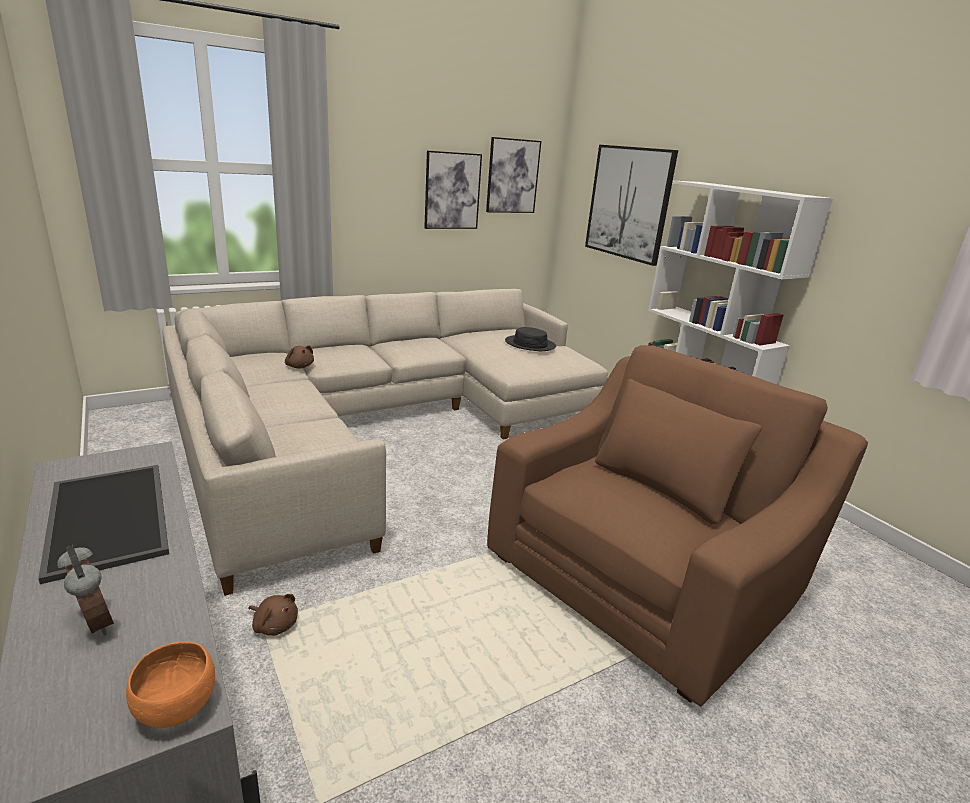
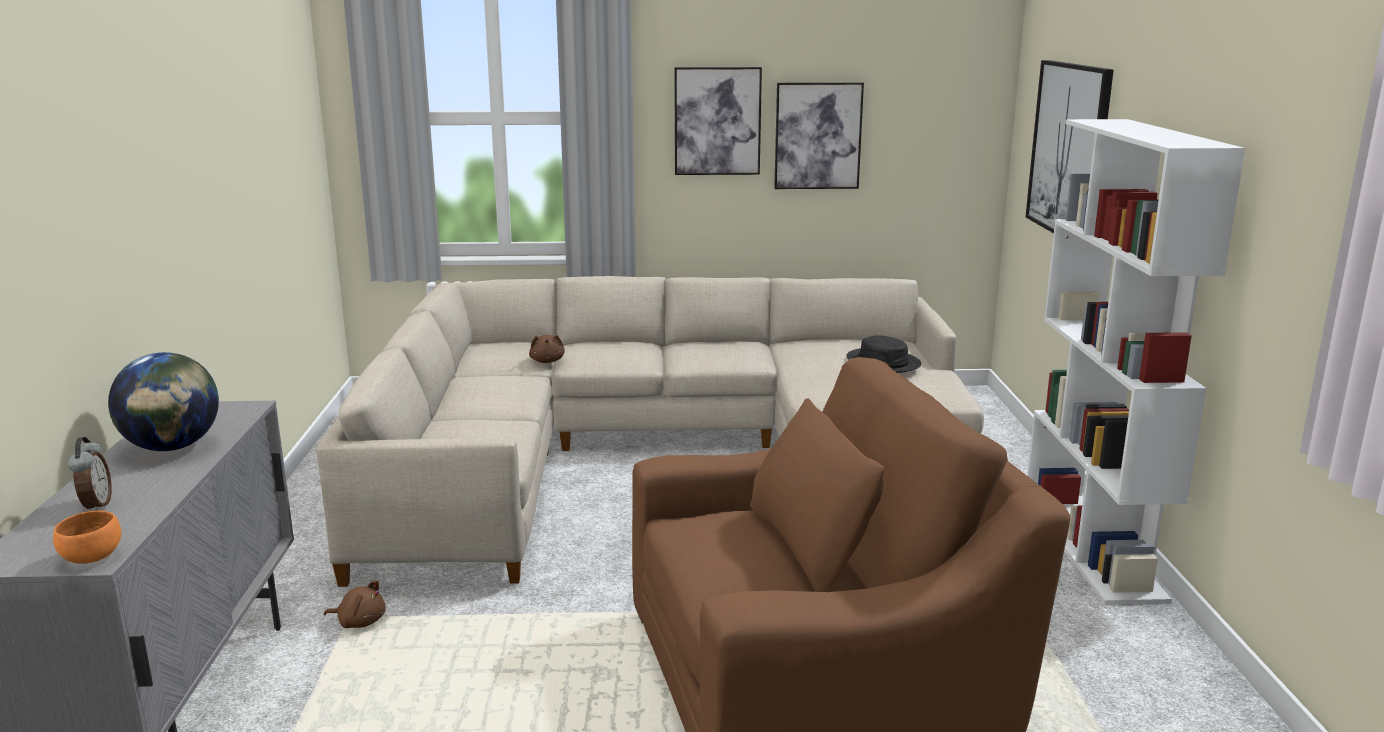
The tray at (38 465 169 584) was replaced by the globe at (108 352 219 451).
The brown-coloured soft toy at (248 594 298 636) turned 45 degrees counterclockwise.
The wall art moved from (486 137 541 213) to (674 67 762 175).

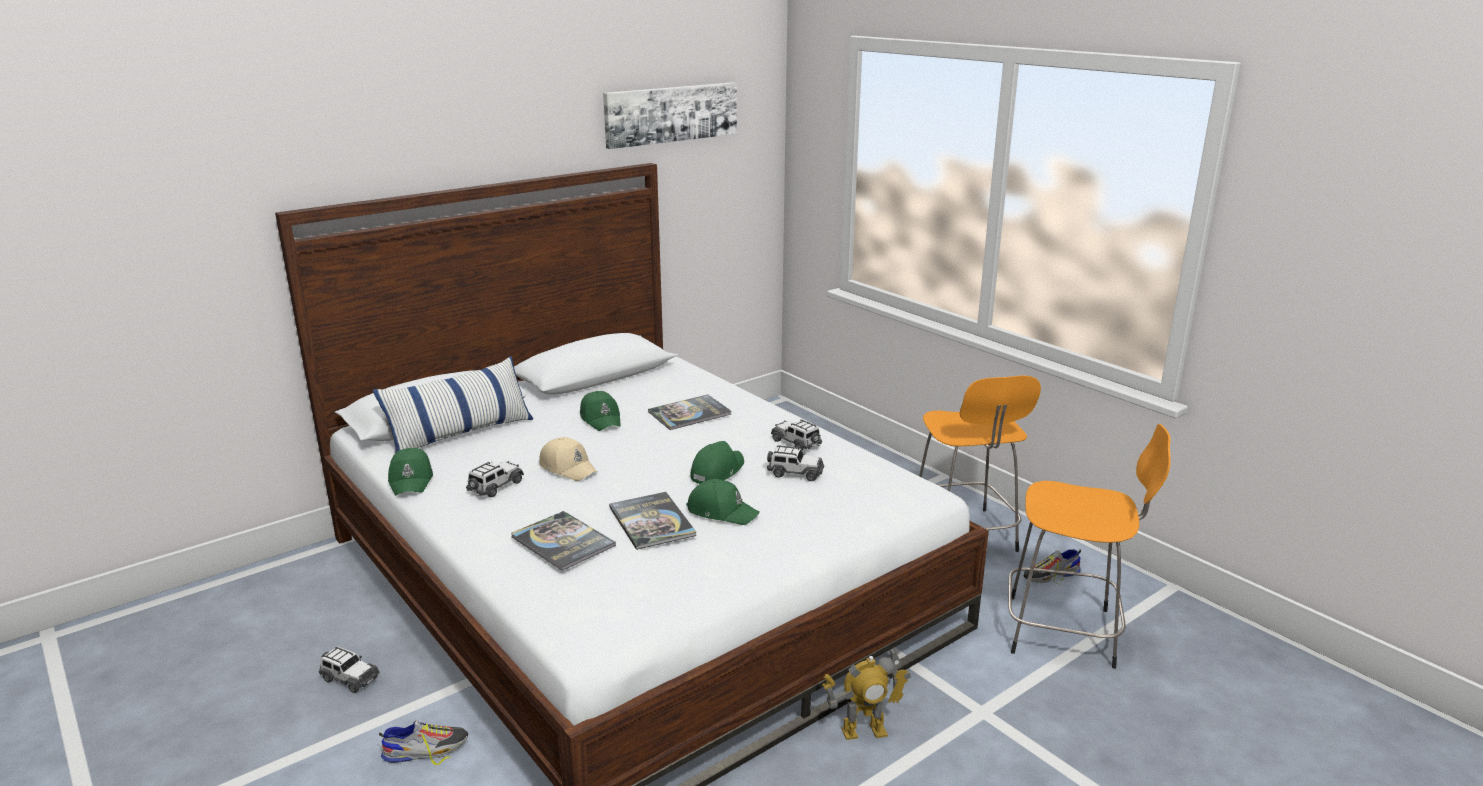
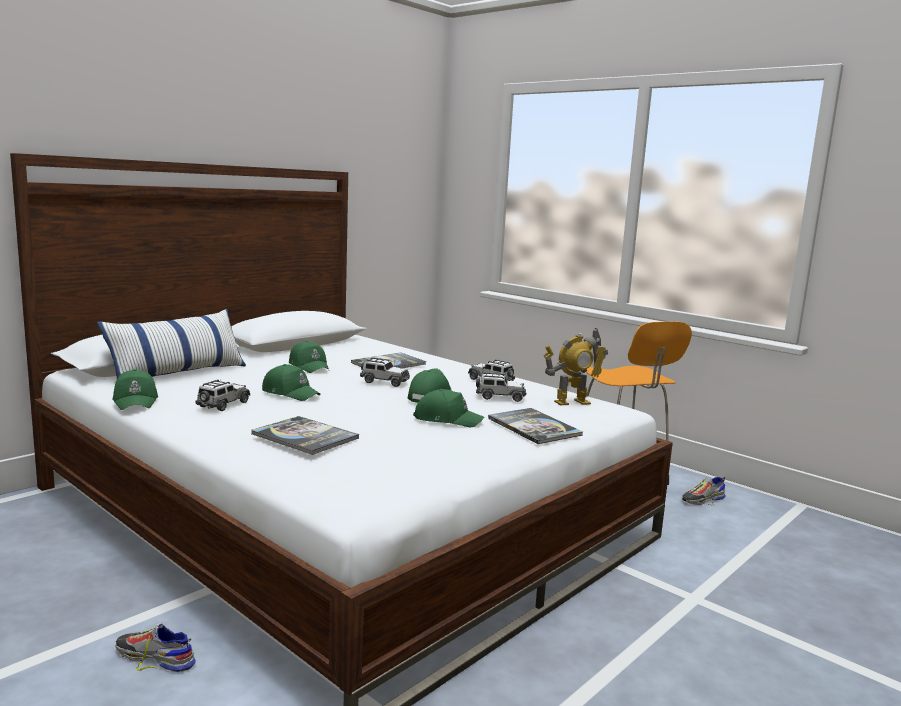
The low shoe at (379 720 468 765) turned 135 degrees counterclockwise.
The sand-coloured cap at (539 437 597 481) became the green cap at (262 364 320 401).
The model car moved from (319 647 380 693) to (360 357 410 387).
The bound book moved from (609 492 697 550) to (488 408 583 444).
The toy robot moved from (822 648 911 740) to (543 328 608 405).
The wall art at (603 82 737 149) disappeared.
The orange-coloured sitting stool at (1008 424 1171 669) disappeared.

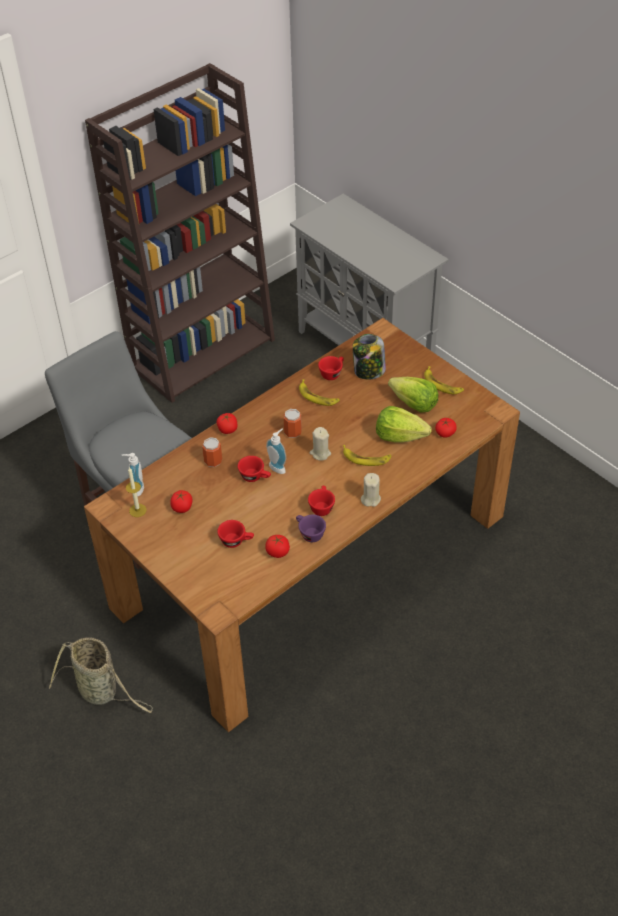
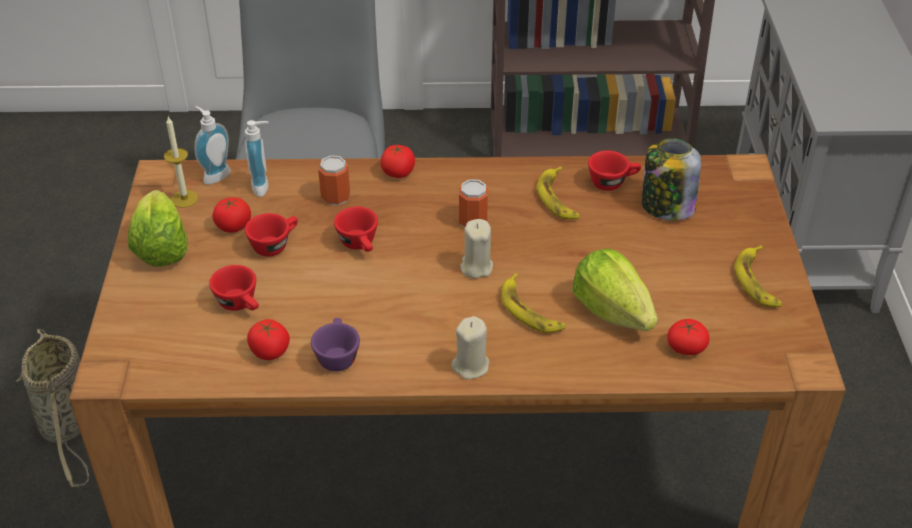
The head of lettuce moved from (388 377 438 413) to (128 190 188 267).
The soap dispenser moved from (266 429 286 474) to (245 120 269 197).
The red-coloured small cup moved from (308 486 335 516) to (245 213 298 257).

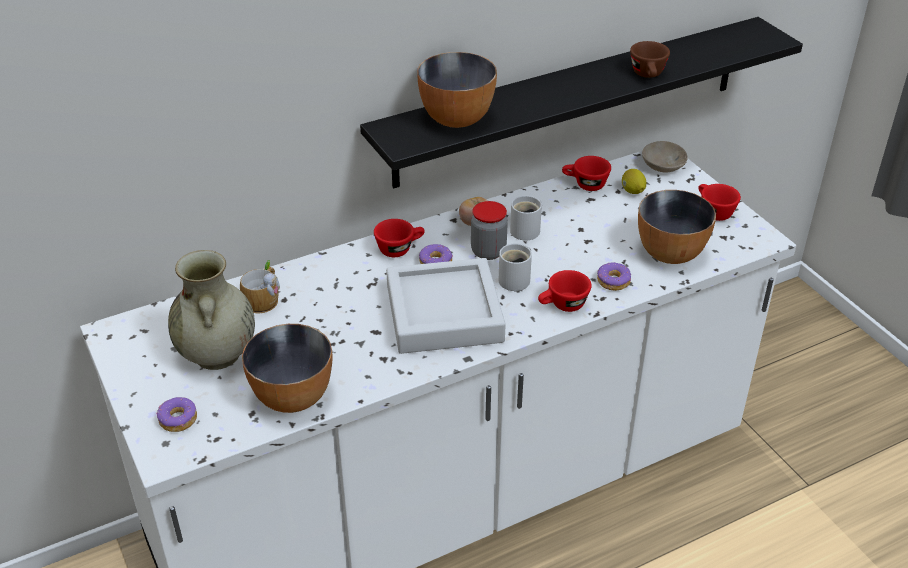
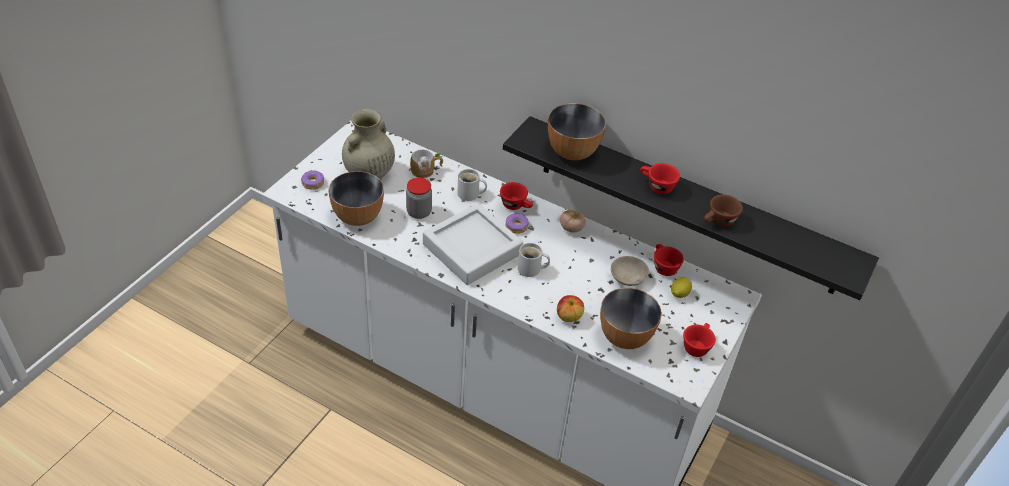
The jar moved from (471 201 508 260) to (406 178 432 219).
The white coffee mug moved from (510 196 542 241) to (457 169 487 201).
The ring doughnut at (597 263 632 291) was replaced by the whole apple at (557 295 584 322).
The sand-coloured serving bowl moved from (642 141 688 172) to (611 256 649 286).
The red-coloured small cup moved from (538 270 592 312) to (640 163 680 194).

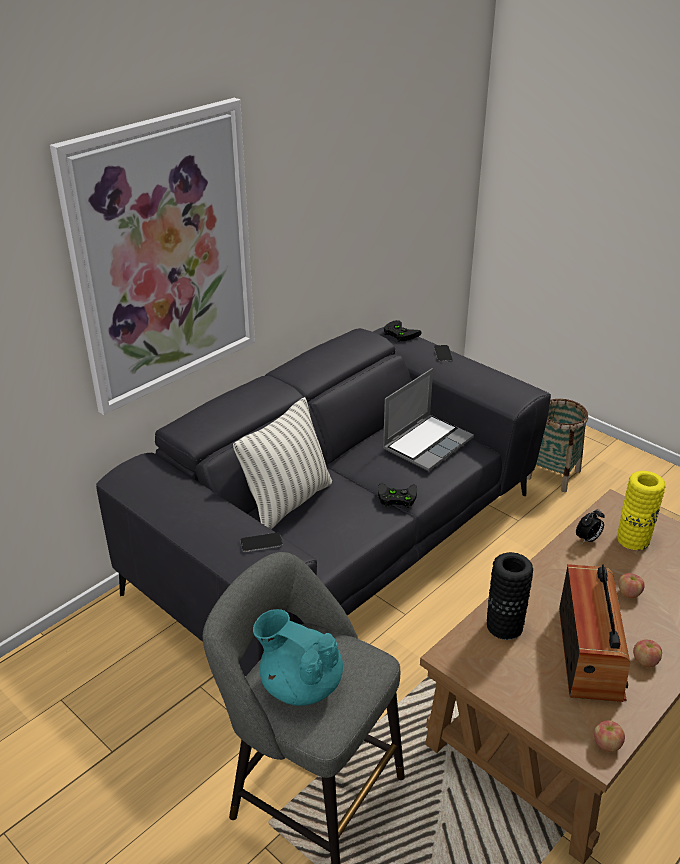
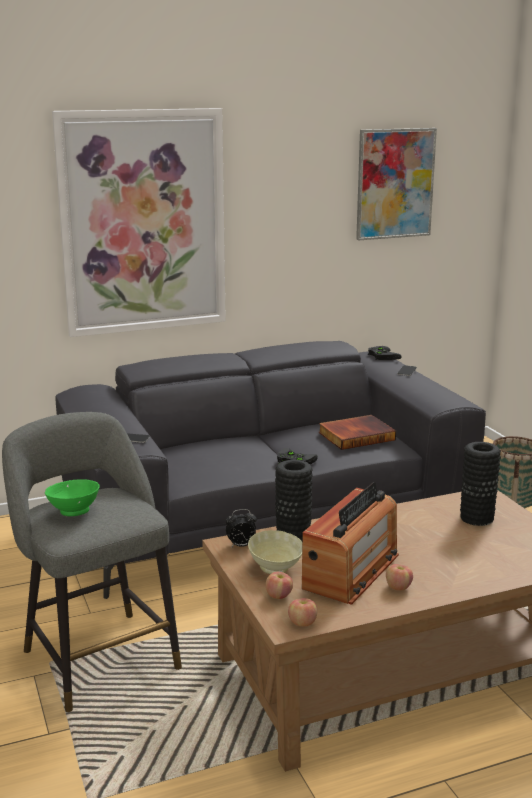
The turquoise-coloured pot for tea at (253 609 343 706) was replaced by the green serving bowl at (45 479 100 516).
The table clock moved from (576 509 605 543) to (226 509 257 547).
The sand-coloured serving bowl at (248 530 302 574) appeared.
The whole apple moved from (618 573 645 598) to (266 572 293 599).
The portable computer at (383 368 474 471) was replaced by the bound book at (319 415 396 450).
The wall art at (356 128 437 241) appeared.
The yellowish flower vase at (617 471 666 550) became the black flower vase at (460 442 501 526).
The cushion at (233 397 332 529) disappeared.

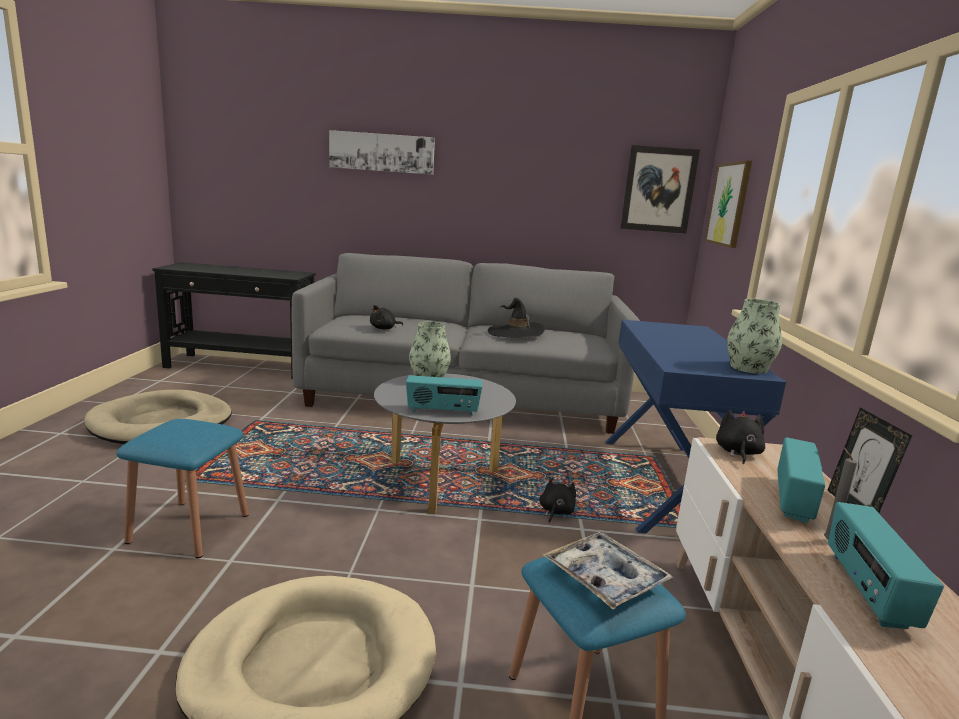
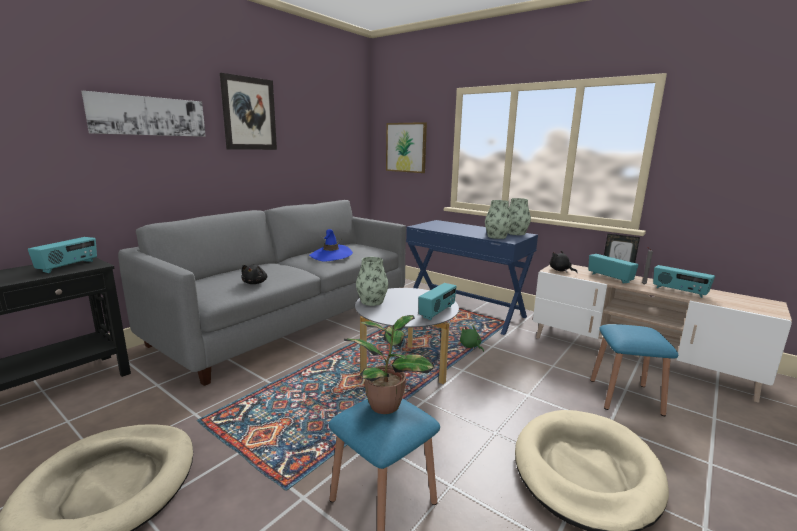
The radio at (28 237 97 273) appeared.
The wall art moved from (620 145 700 234) to (220 73 277 150).
The black clothing hat at (488 298 545 338) became the bluish clothing hat at (309 229 353 262).
The potted plant at (344 315 434 414) appeared.
The black soft toy at (539 477 576 523) became the green soft toy at (460 326 484 352).
The flower vase at (485 200 512 239) appeared.
The tray at (542 532 674 609) disappeared.

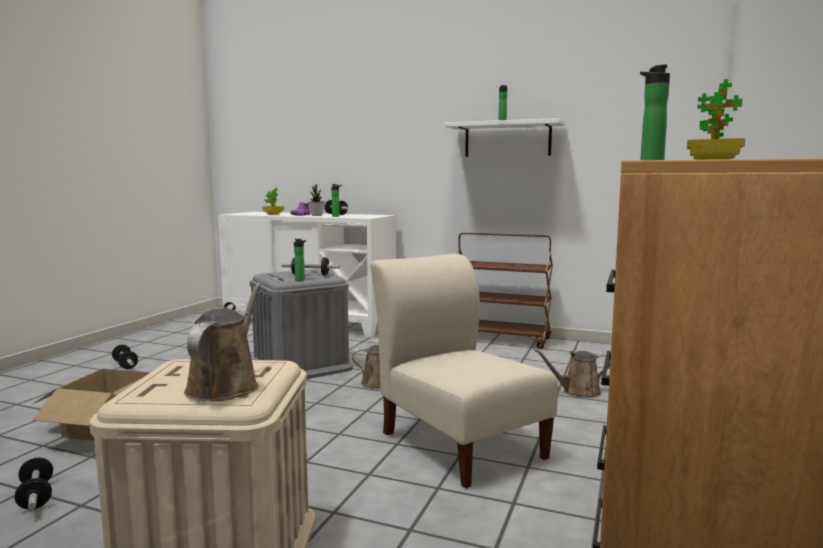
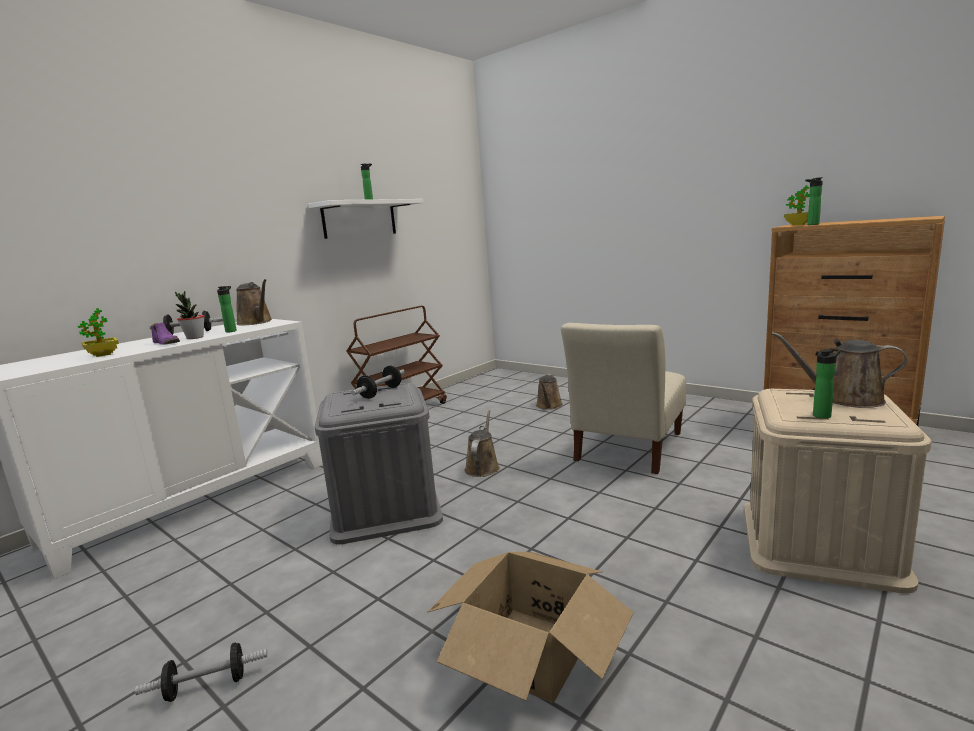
The brown-coloured watering can at (236 279 272 325) appeared.
The sand-coloured plain chair at (370 254 558 488) turned 45 degrees counterclockwise.
The drink bottle moved from (294 239 306 281) to (813 348 841 419).
The hand weight at (14 457 53 510) disappeared.

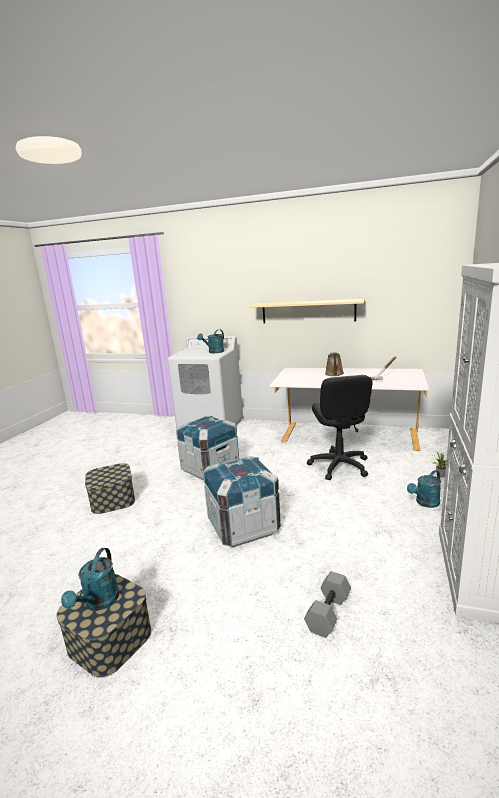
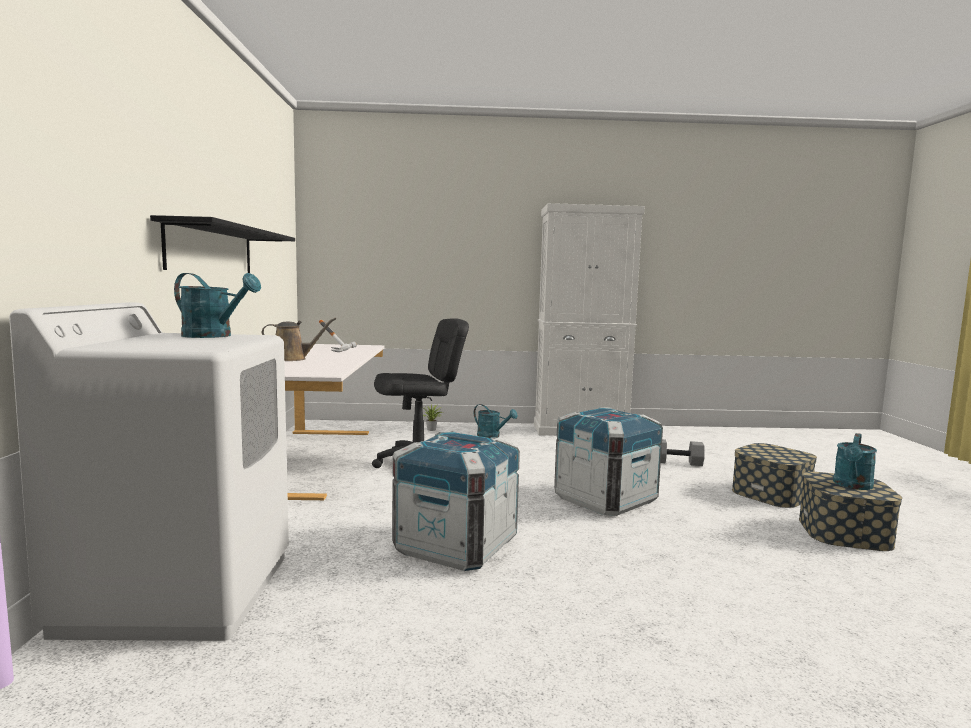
The sand-coloured wall shelf at (248 299 365 323) became the black wall shelf at (150 215 295 273).
The storage container moved from (85 463 135 514) to (732 443 817 508).
The turquoise-coloured watering can at (61 548 120 611) turned 135 degrees clockwise.

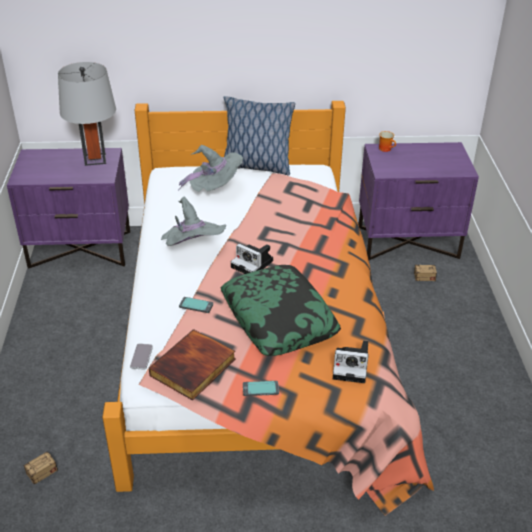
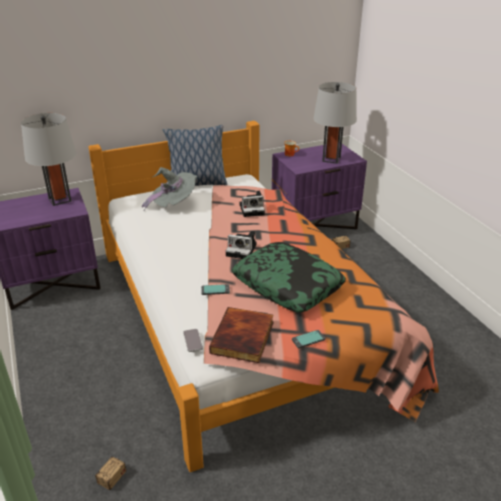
The photo camera moved from (333 340 369 383) to (239 191 265 217).
The grey table lamp at (313 82 357 164) appeared.
The grey clothing hat at (161 197 226 246) disappeared.

